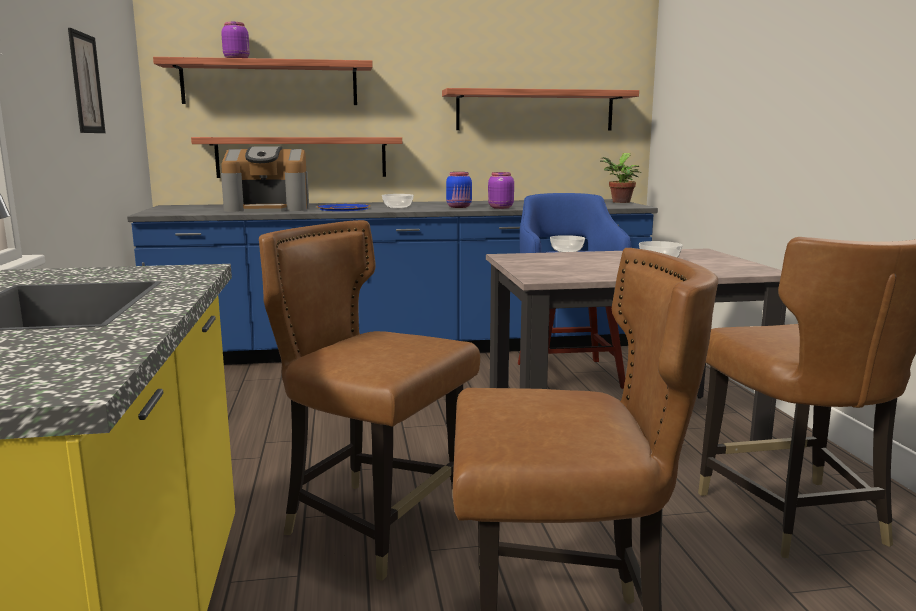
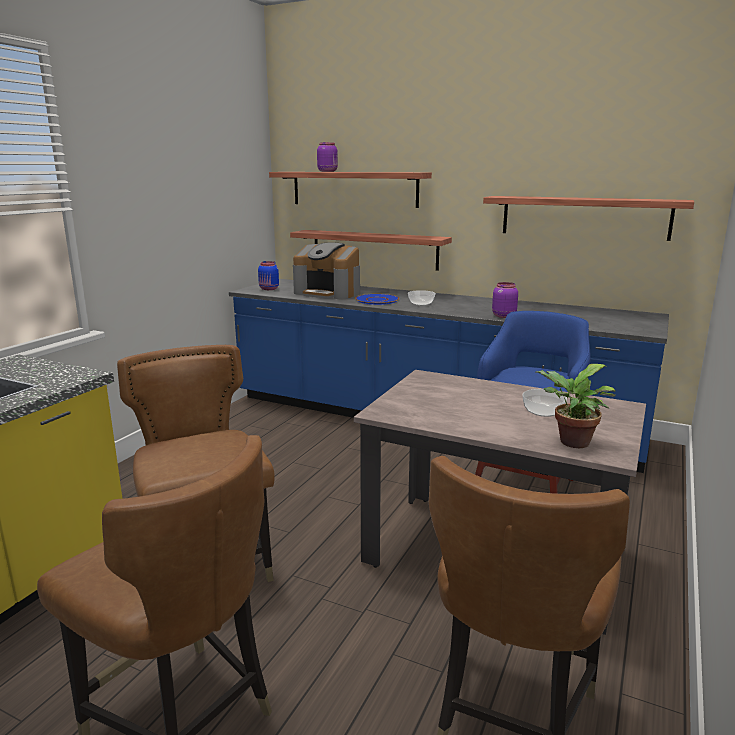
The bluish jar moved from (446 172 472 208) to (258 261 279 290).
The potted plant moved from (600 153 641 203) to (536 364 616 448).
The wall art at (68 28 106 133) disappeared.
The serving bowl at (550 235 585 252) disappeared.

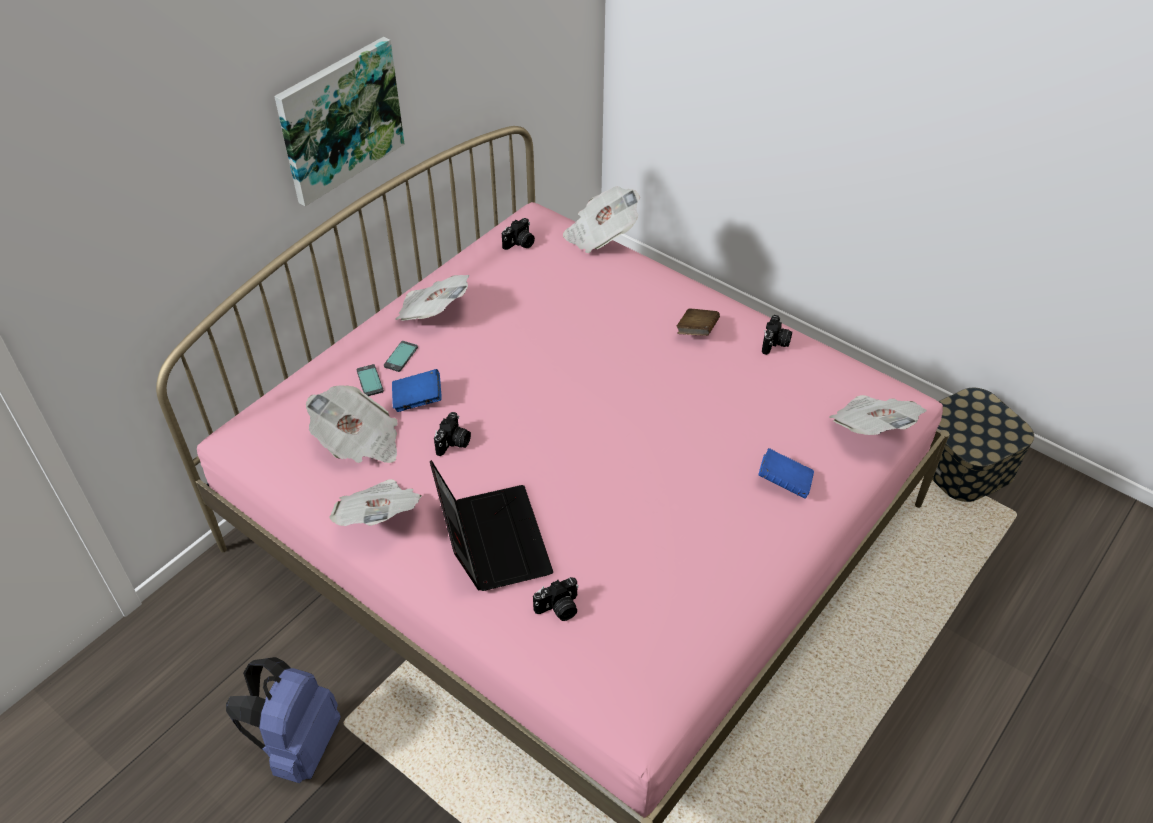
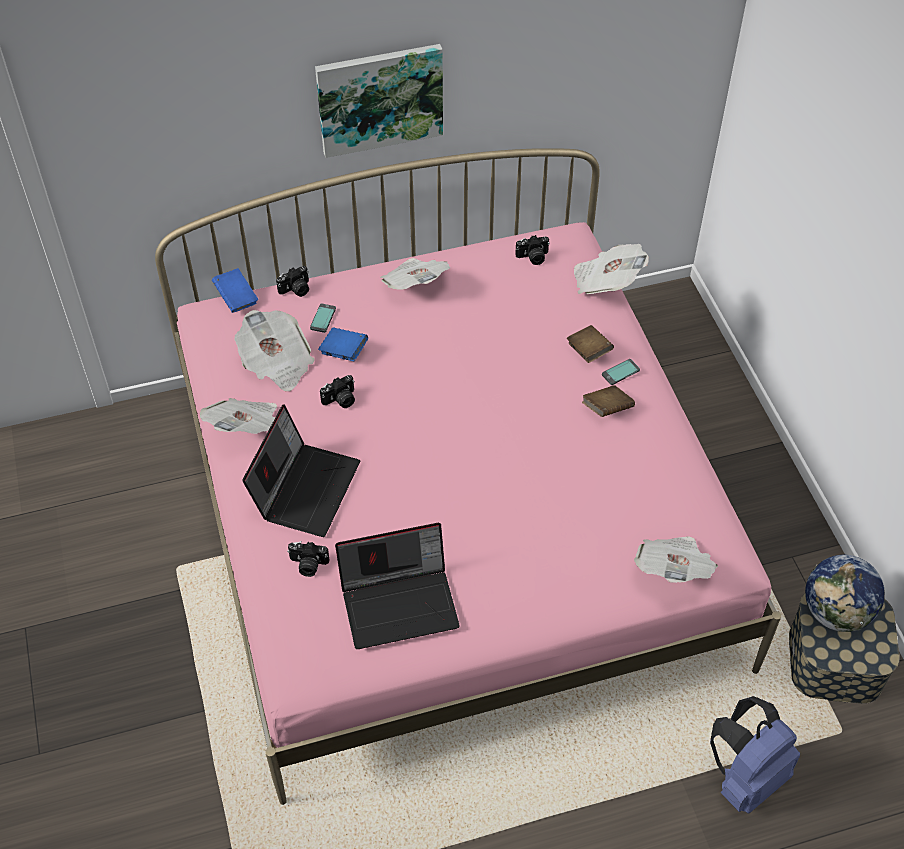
The bluish bound book moved from (758 448 814 499) to (212 268 258 313).
The photo camera moved from (762 315 792 355) to (276 266 309 297).
The portable computer at (335 523 460 649) appeared.
The brown-coloured bound book at (567 325 614 363) appeared.
The telephone moved from (384 341 418 372) to (602 359 640 385).
The bluish rucksack moved from (226 657 341 783) to (710 696 800 813).
The globe at (805 555 885 632) appeared.

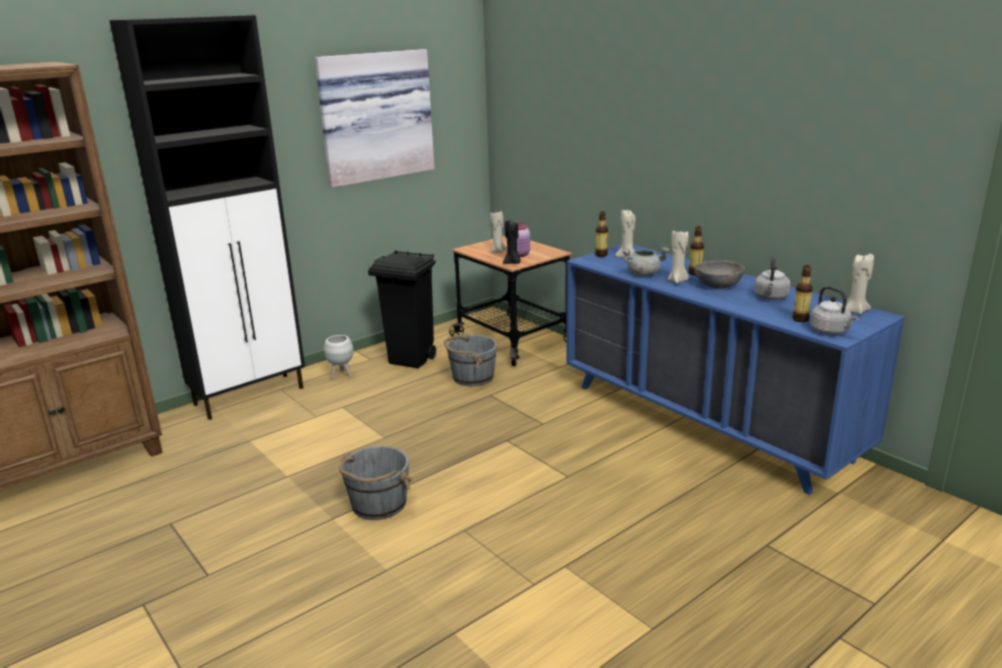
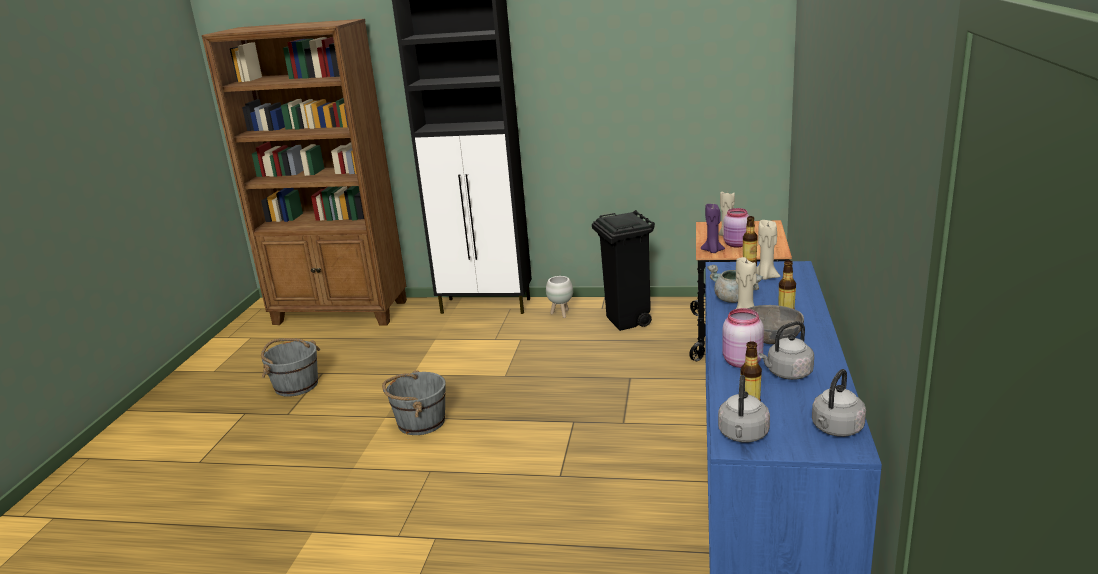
The grey bucket moved from (444 334 497 386) to (261 338 320 397).
The black wax light at (503 219 521 264) became the purple wax light at (701 204 725 253).
The pinkish jar at (722 308 764 368) appeared.
The sand-coloured wax light at (846 253 874 315) was replaced by the grey tea kettle at (812 369 866 437).
The wall art at (315 49 435 188) disappeared.

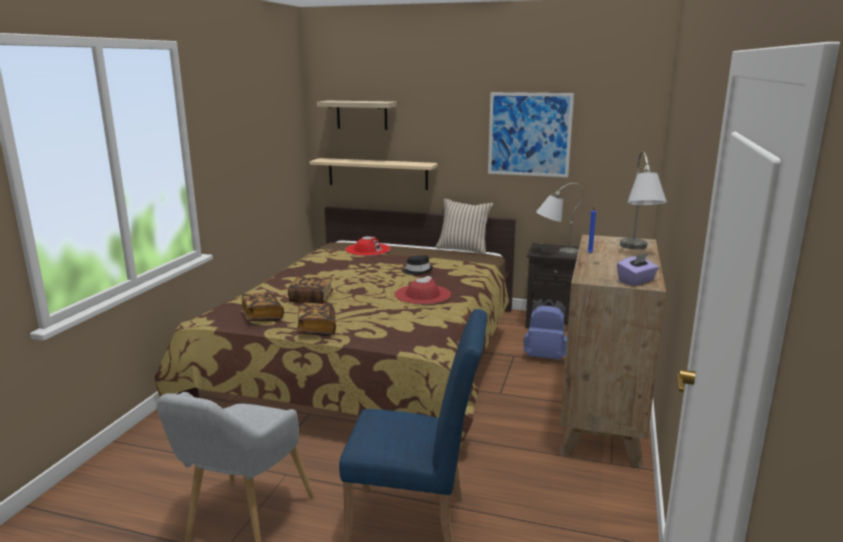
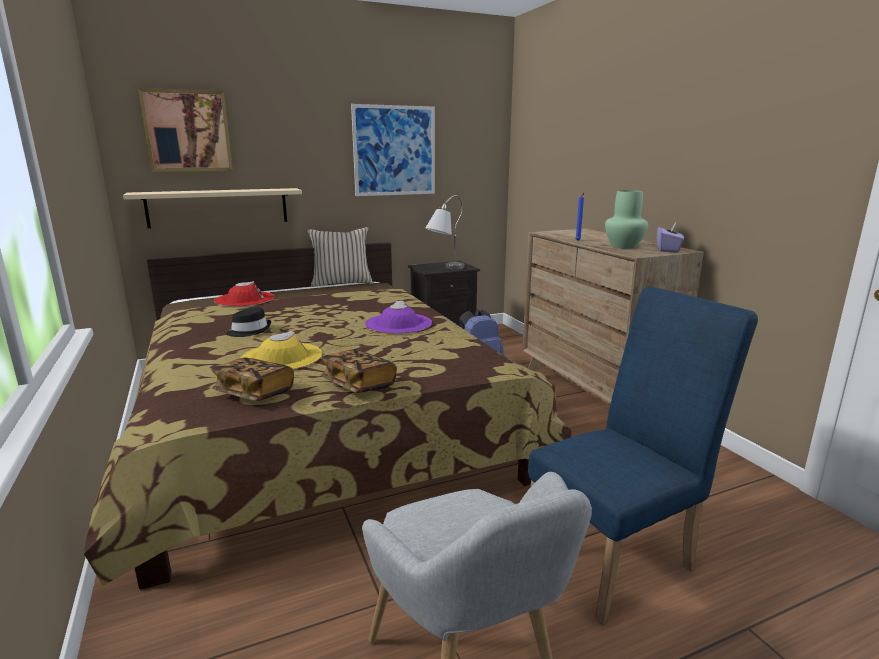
The wall shelf at (317 101 397 130) was replaced by the wall art at (138 88 233 172).
The black clothing hat moved from (402 255 433 275) to (226 307 271 337).
The bound book at (288 276 334 304) was replaced by the yellowish clothing hat at (241 331 322 370).
The red-coloured clothing hat at (395 276 451 304) became the purple clothing hat at (365 301 432 334).
The green flower vase at (605 190 648 249) appeared.
The grey table lamp at (620 151 667 249) disappeared.

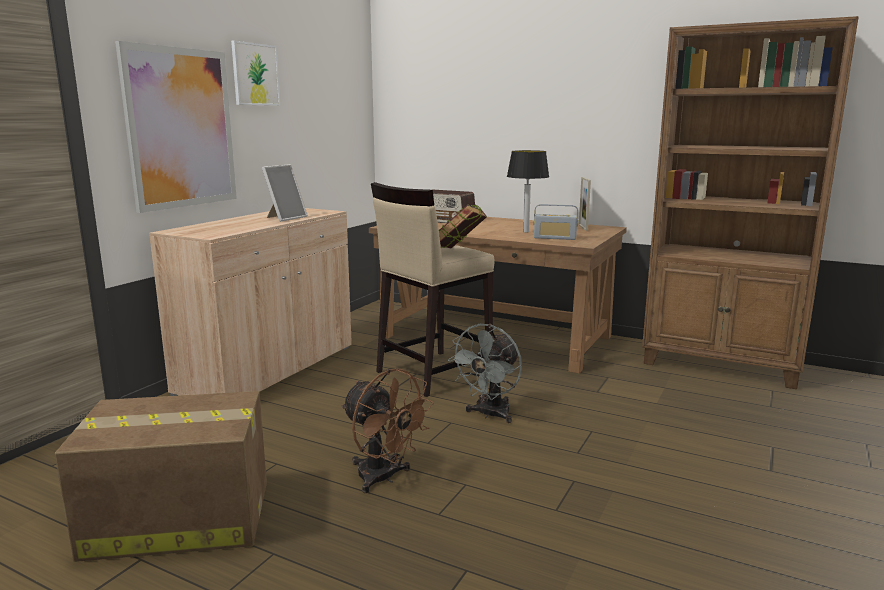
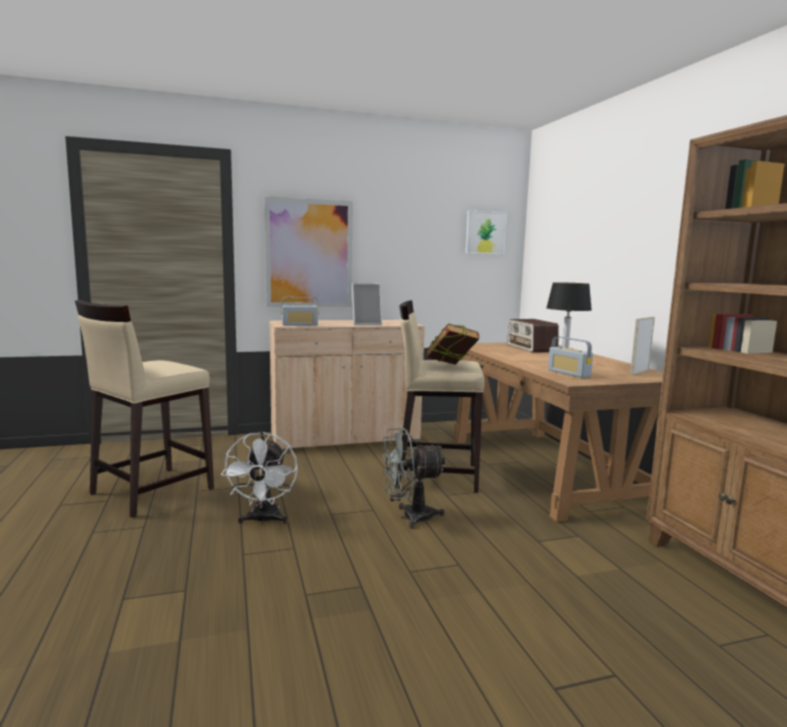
The carton at (55 391 267 562) was replaced by the sand-coloured sitting stool at (75 299 214 518).
The brown-coloured cooling fan at (341 369 434 493) became the white cooling fan at (221 432 298 525).
The radio at (281 297 319 326) appeared.
The wall art moved from (231 40 280 106) to (466 210 507 255).

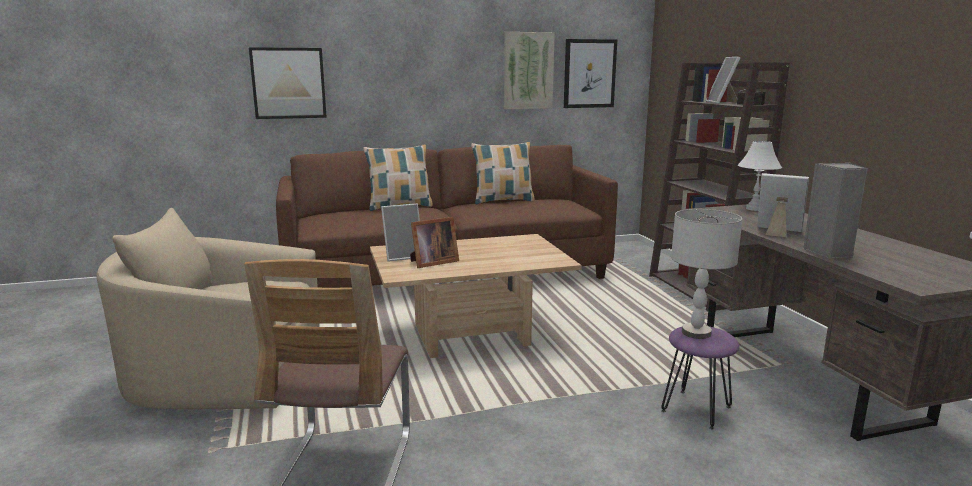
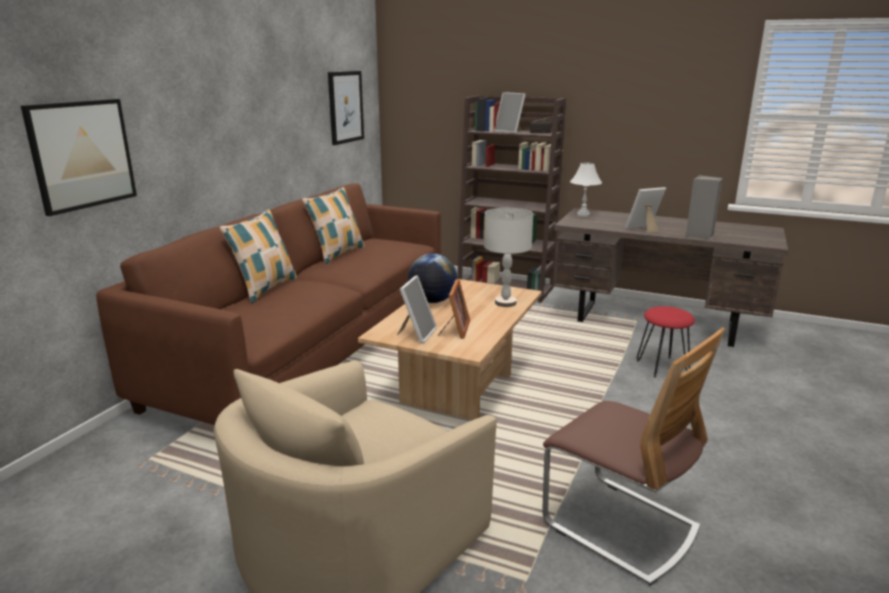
The globe at (408 254 457 303) appeared.
The grey table lamp moved from (671 209 742 339) to (484 208 533 307).
The purple sitting stool at (661 326 739 430) became the red-coloured sitting stool at (636 306 695 378).
The wall art at (504 32 555 109) disappeared.

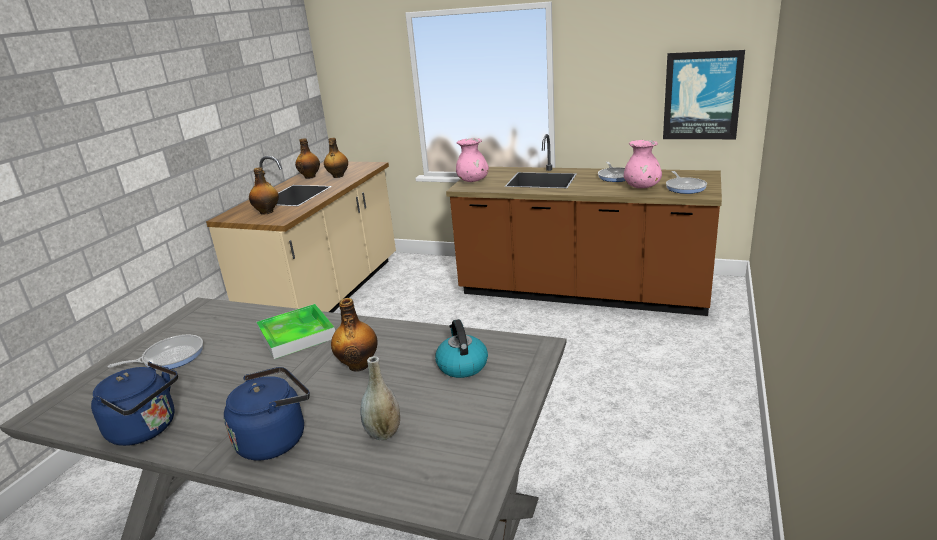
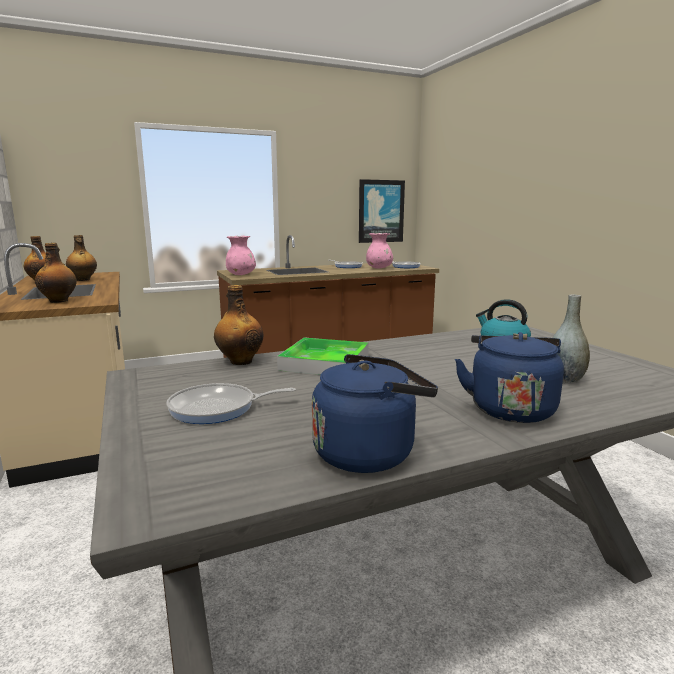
The frying pan at (108 335 203 370) turned 120 degrees counterclockwise.
The drink bottle moved from (331 298 378 372) to (214 285 263 365).

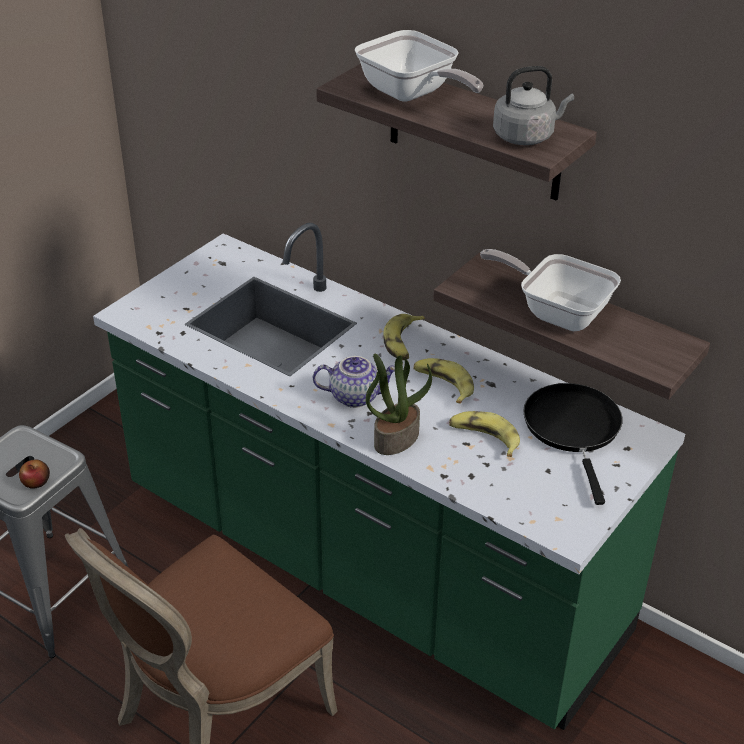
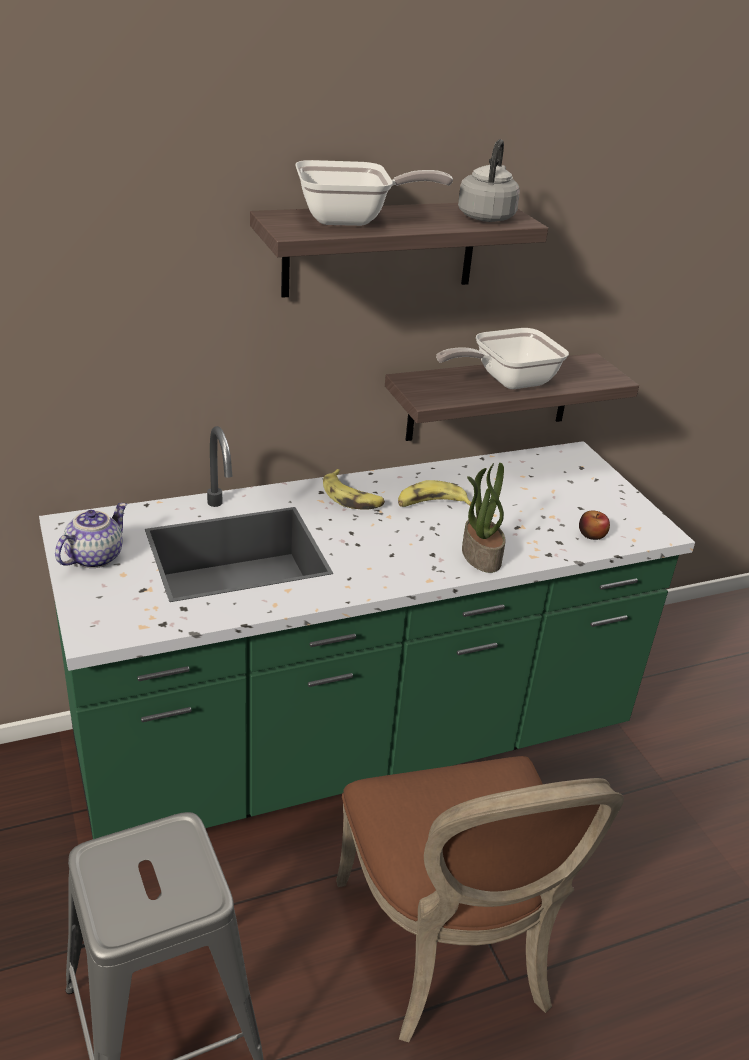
The pot for tea moved from (313 356 395 408) to (55 503 127 568).
The whole apple moved from (19 460 50 489) to (579 510 610 540).
The banana at (449 411 520 457) disappeared.
The black frying pan at (523 383 623 505) disappeared.

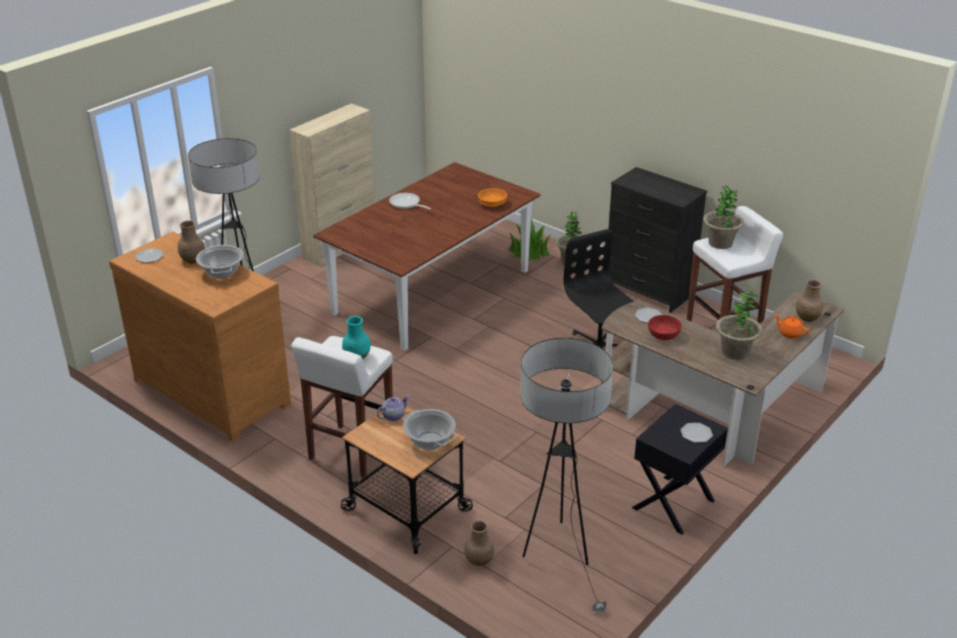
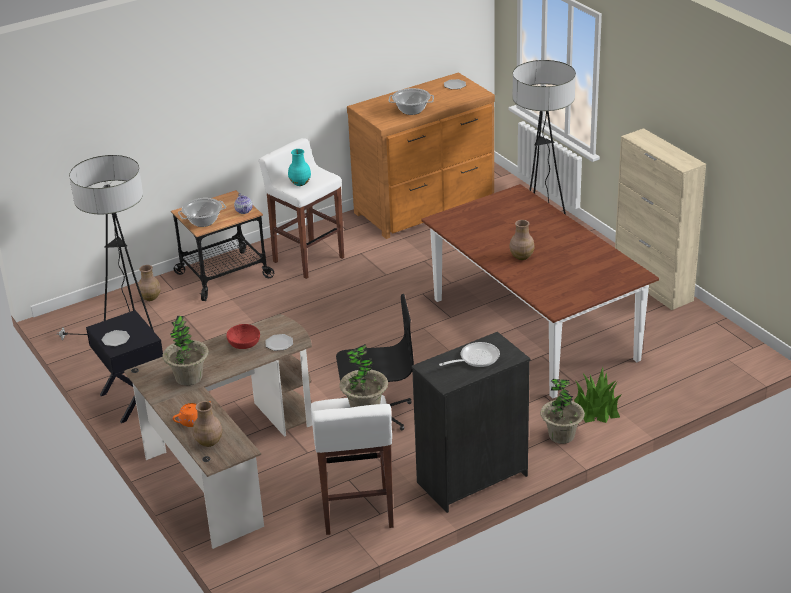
The frying pan moved from (389 193 431 209) to (439 342 500 367).
The brown-coloured flower vase moved from (178 221 205 264) to (509 220 535 260).
The orange-coloured serving bowl at (478 188 507 207) disappeared.

